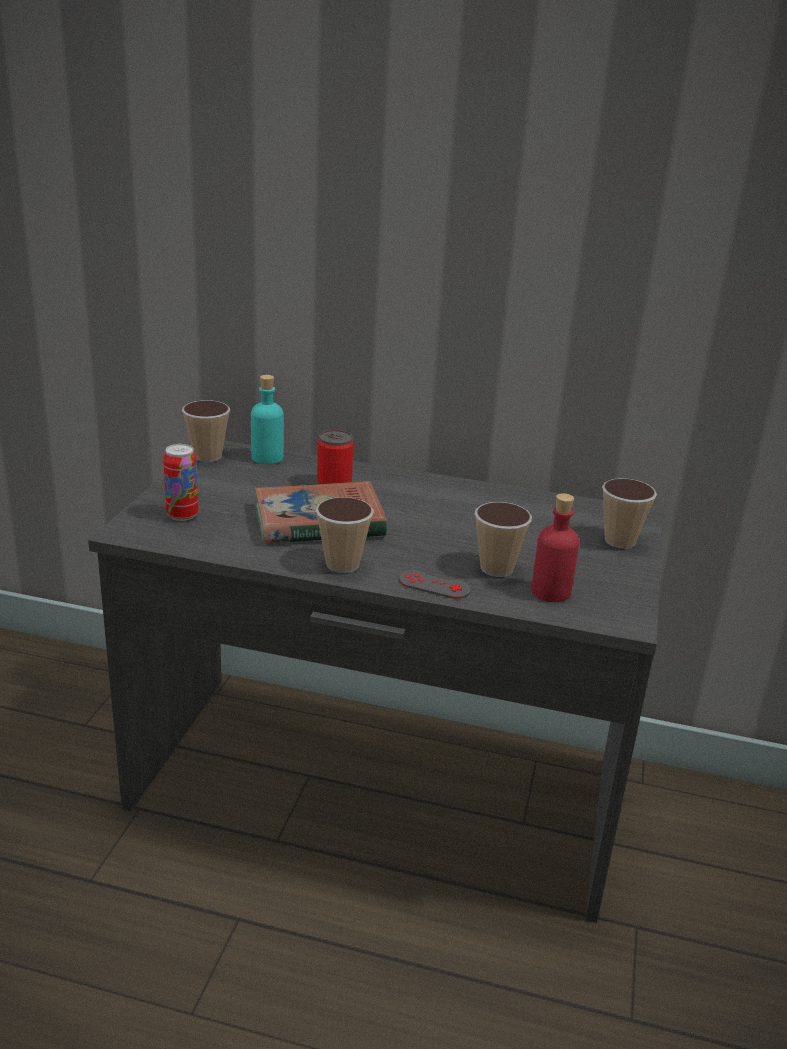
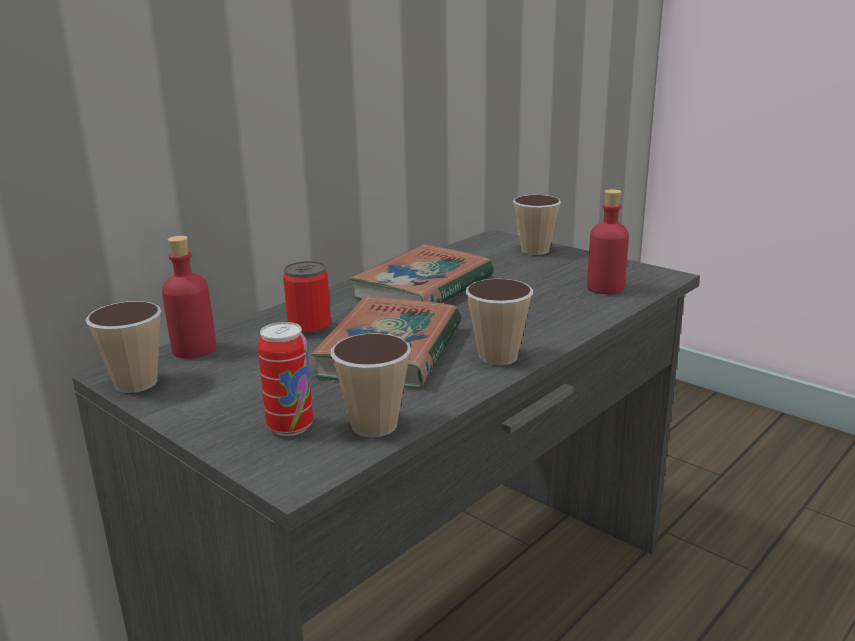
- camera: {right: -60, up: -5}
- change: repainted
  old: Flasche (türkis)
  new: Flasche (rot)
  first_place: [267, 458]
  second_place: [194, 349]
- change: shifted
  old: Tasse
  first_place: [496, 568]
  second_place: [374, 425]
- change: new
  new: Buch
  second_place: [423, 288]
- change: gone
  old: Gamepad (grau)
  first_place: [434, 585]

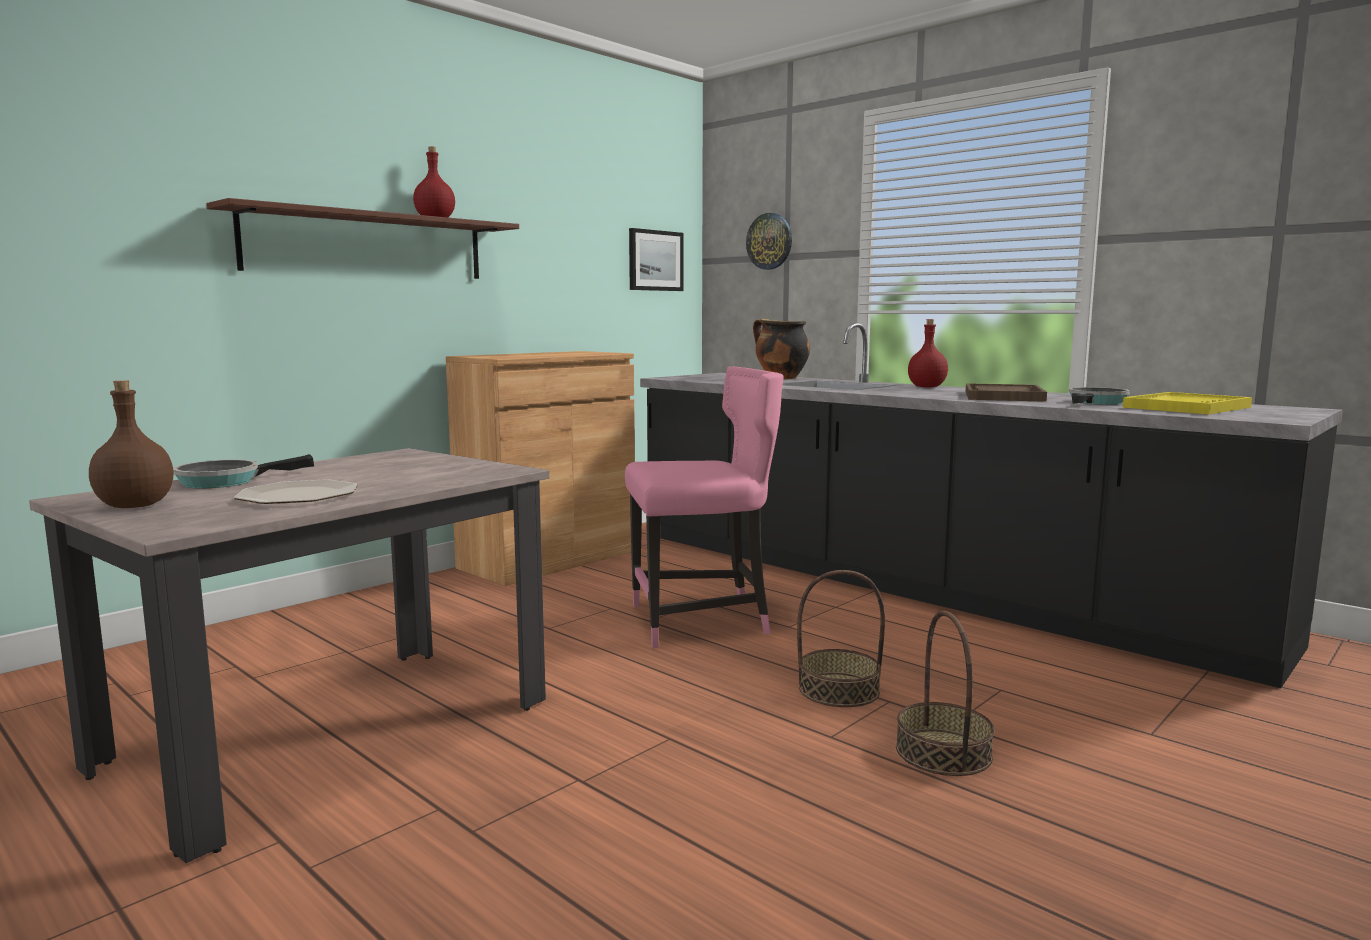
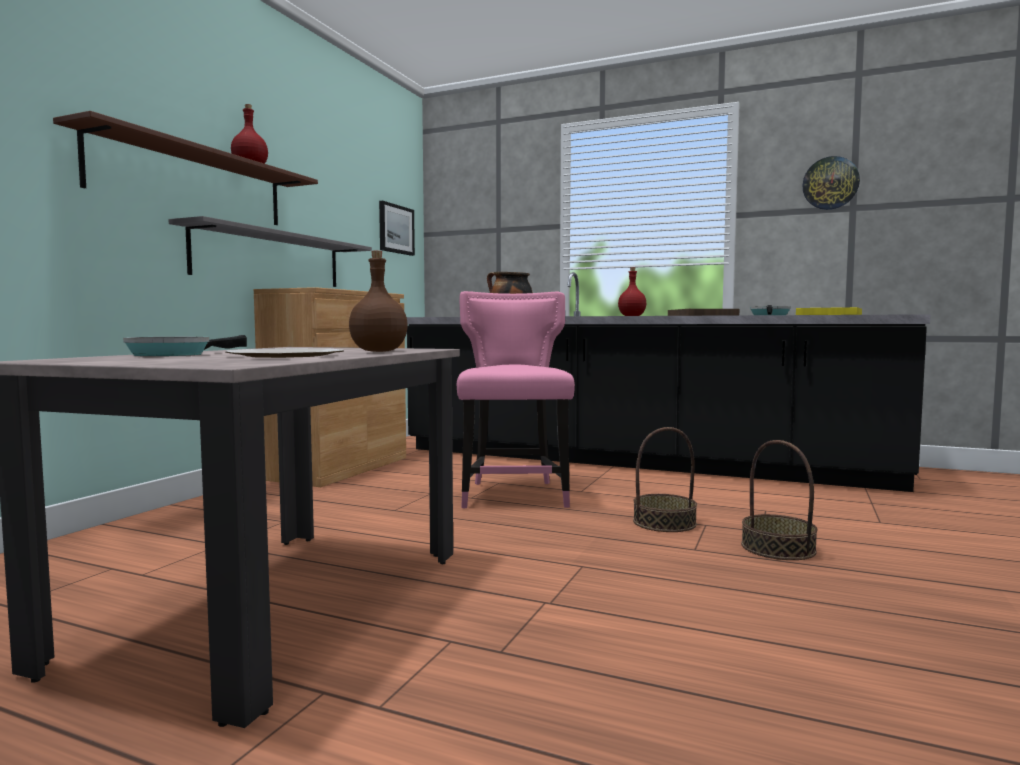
- camera: {right: -20, up: -5}
- change: new
  new: Wandregal (grau)
  second_place: [270, 259]
- change: shifted
  old: Flasche (braun)
  first_place: [134, 506]
  second_place: [377, 351]
- change: rotated
  old: Stuhl (rosa)
  first_place: [702, 621]
  second_place: [514, 494]
  degrees: -60
- change: shifted
  old: Wanduhr
  first_place: [769, 241]
  second_place: [830, 183]

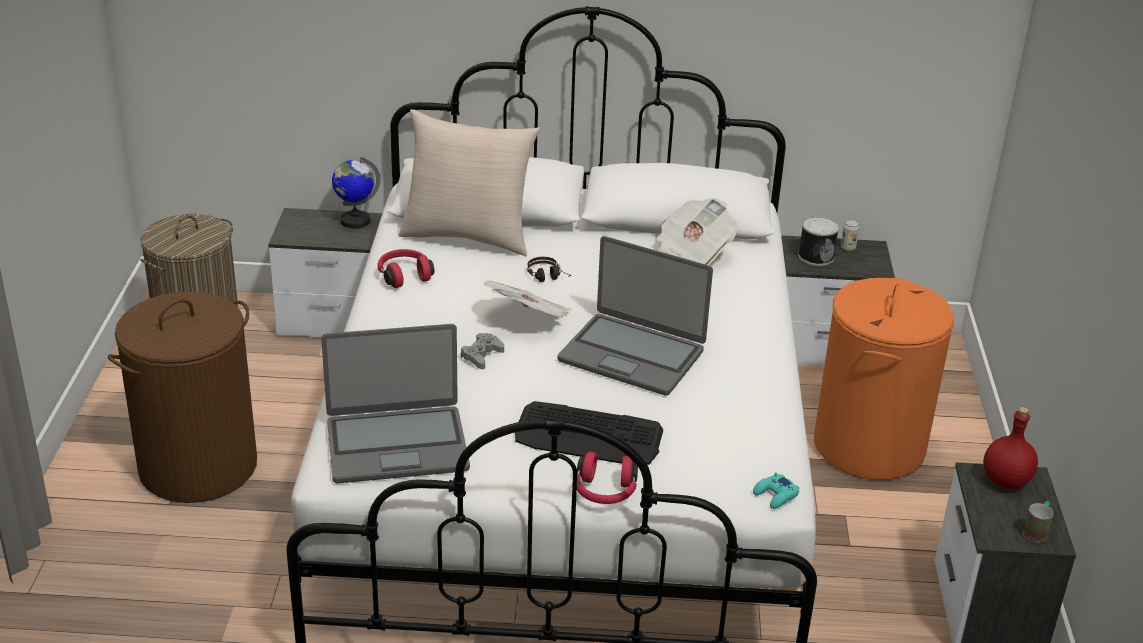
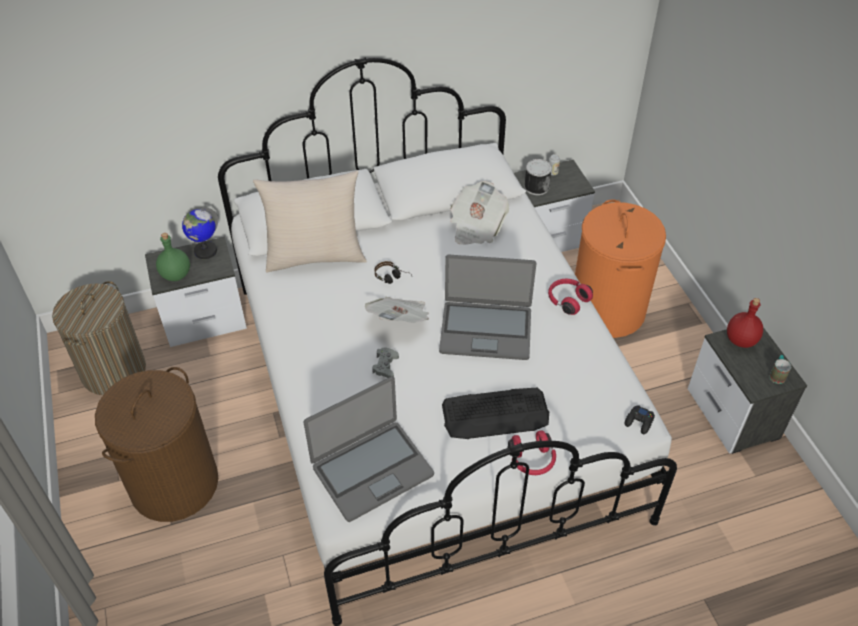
- camera: {right: -20, up: 15}
- change: new
  new: Flasche (grün)
  second_place: [176, 275]
- change: shifted
  old: Kopfhörer (rot)
  first_place: [404, 276]
  second_place: [567, 300]
- change: repainted
  old: Gamepad (türkis)
  new: Gamepad (schwarz)
  first_place: [775, 495]
  second_place: [639, 422]

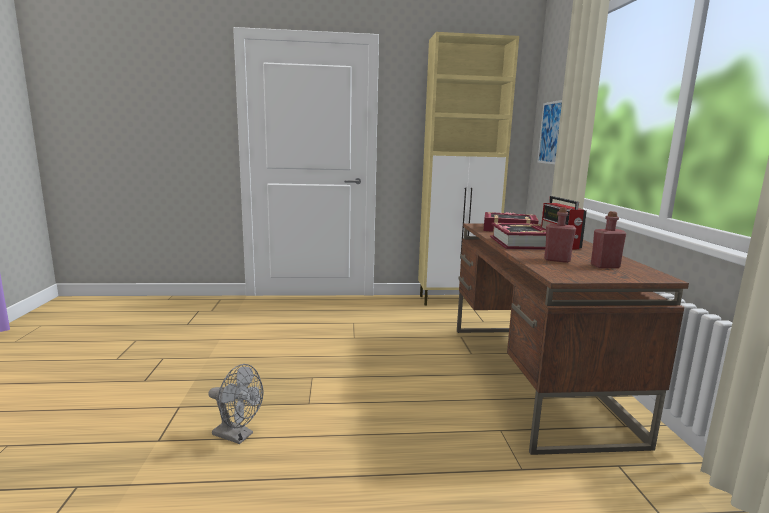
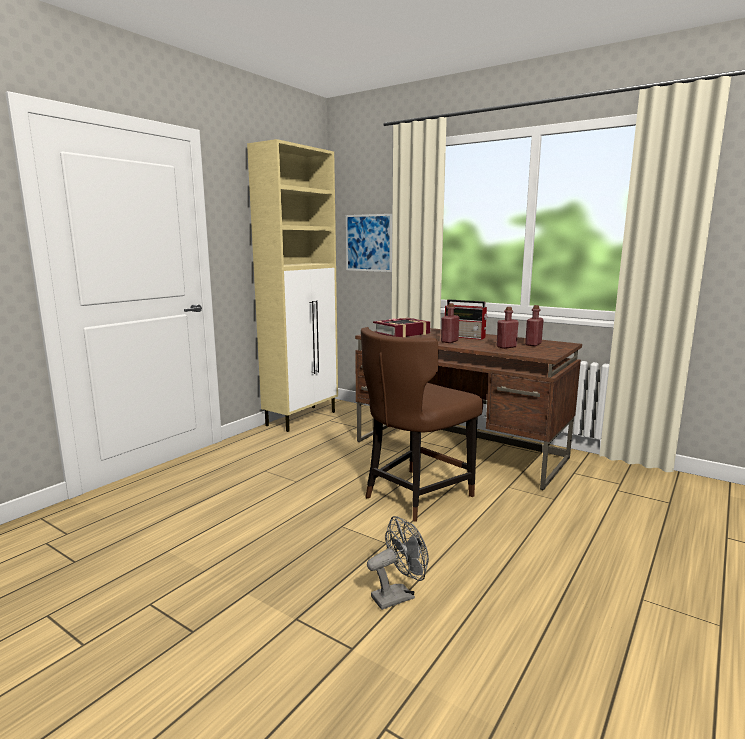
- camera: {right: -50, up: 0}
- change: new
  new: Stuhl (braun)
  second_place: [415, 496]
- change: swapped
  old: Buch
  new: Flasche (rot)
  first_place: [521, 243]
  second_place: [449, 341]

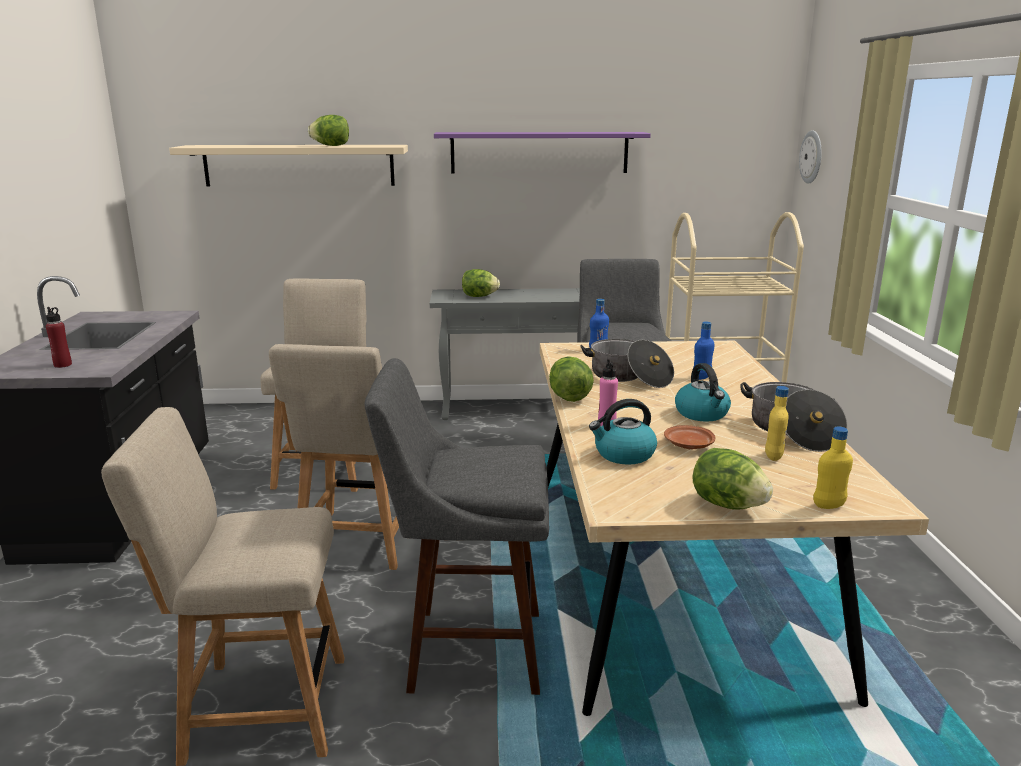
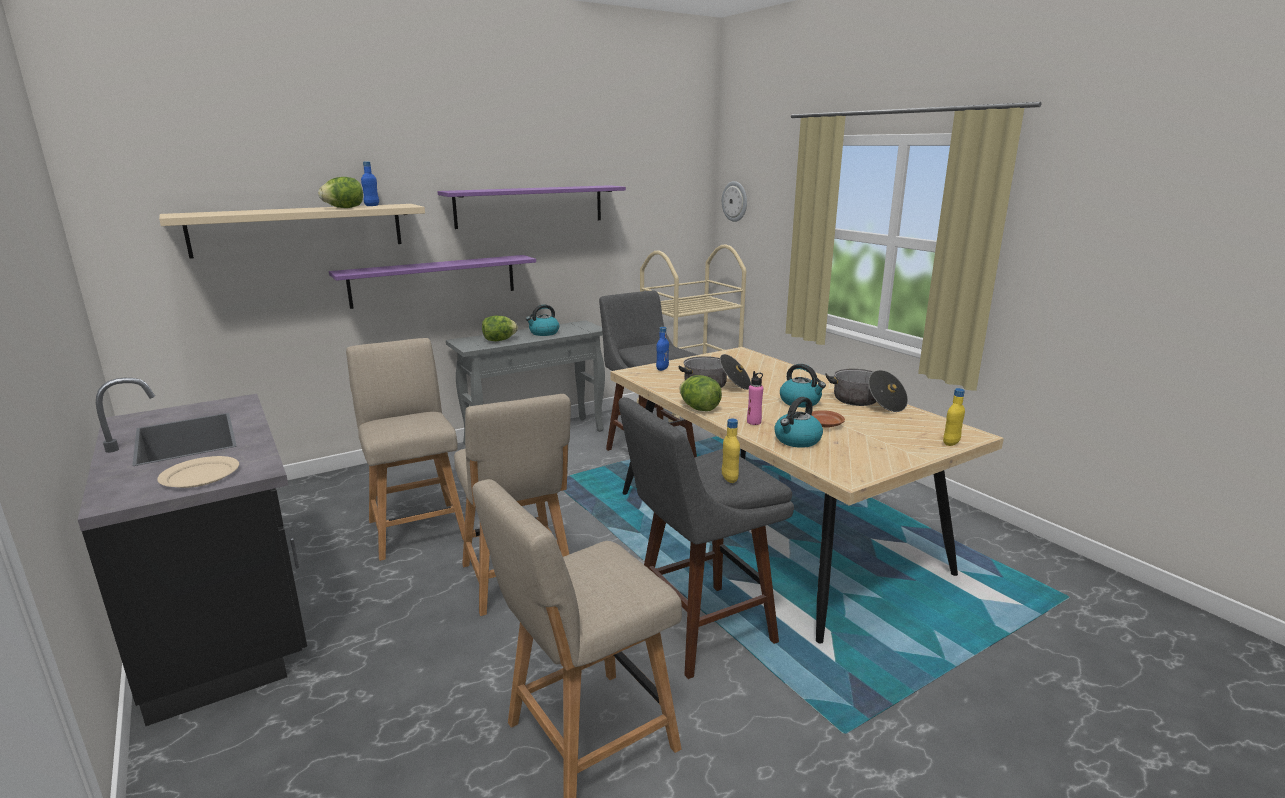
- camera: {right: -30, up: 0}
- change: swapped
  old: Flasche (rot)
  new: Teller (beige)
  first_place: [63, 365]
  second_place: [201, 475]
- change: new
  new: Wandregal (lila)
  second_place: [434, 280]
- change: shifted
  old: Flasche (blau)
  first_place: [701, 377]
  second_place: [372, 205]
- change: new
  new: Wasserkessel
  second_place: [543, 333]
- change: shifted
  old: Flasche (gelb)
  first_place: [773, 456]
  second_place: [729, 479]
- change: gone
  old: Salatkopf
  first_place: [727, 505]

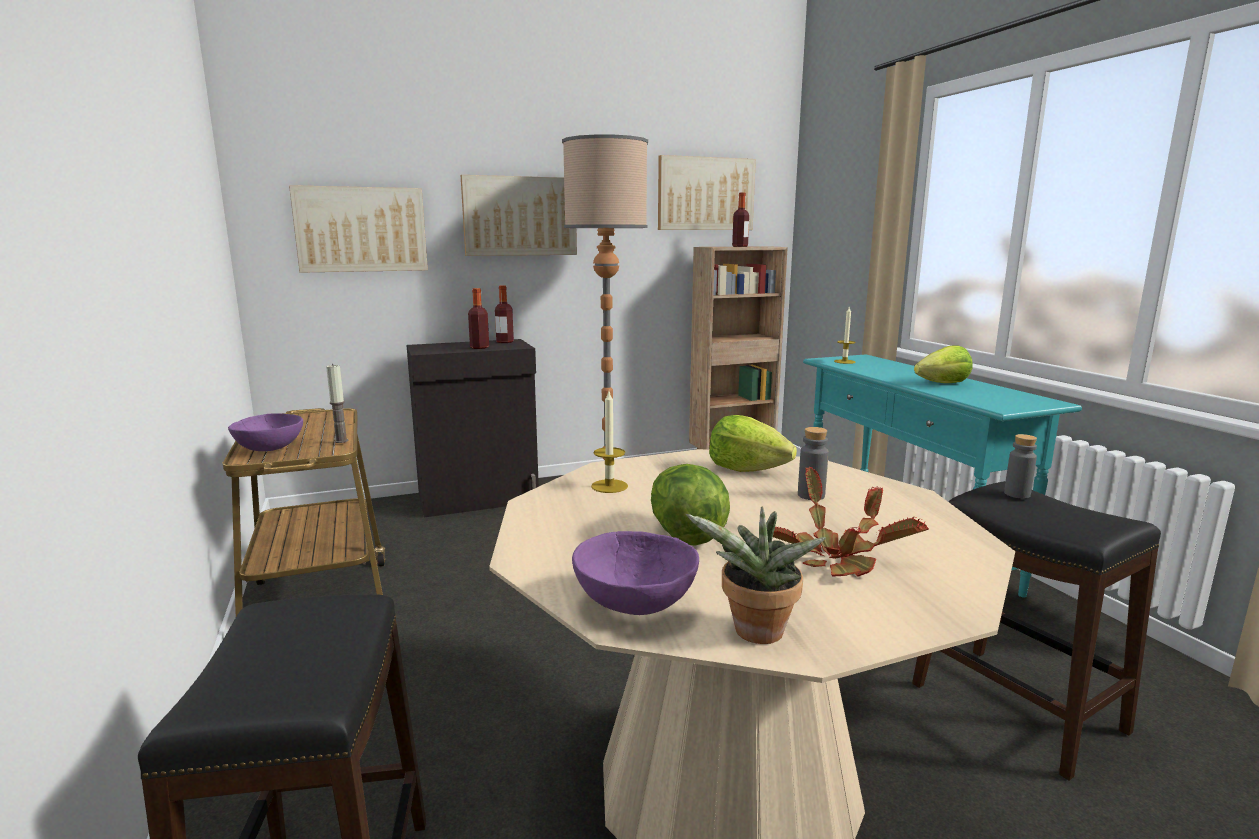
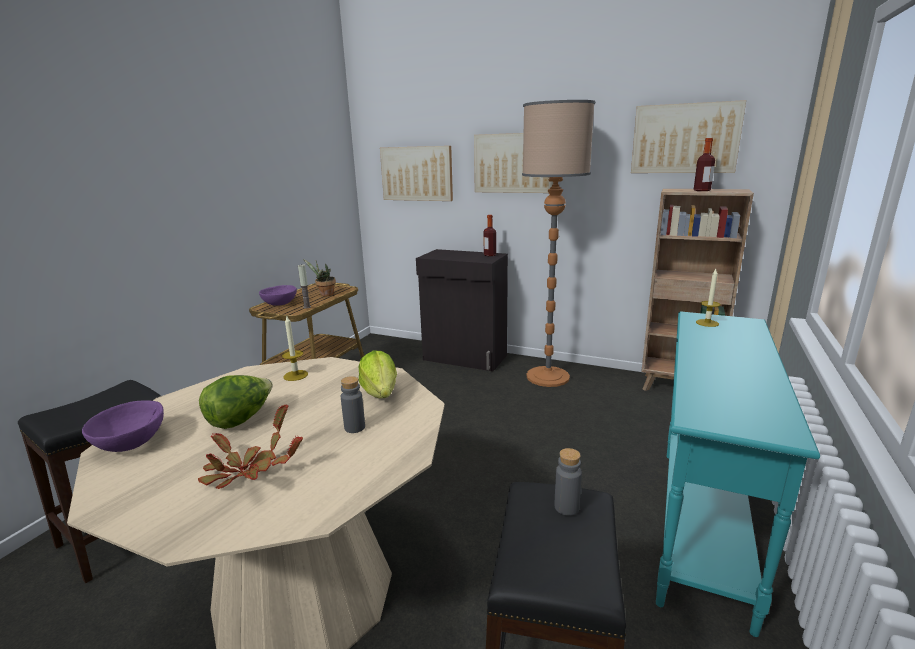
- camera: {right: 45, up: 5}
- change: shifted
  old: Topfpflanze
  first_place: [755, 635]
  second_place: [325, 295]
- change: gone
  old: Flasche
  first_place: [479, 347]
- change: gone
  old: Salatkopf
  first_place: [943, 383]

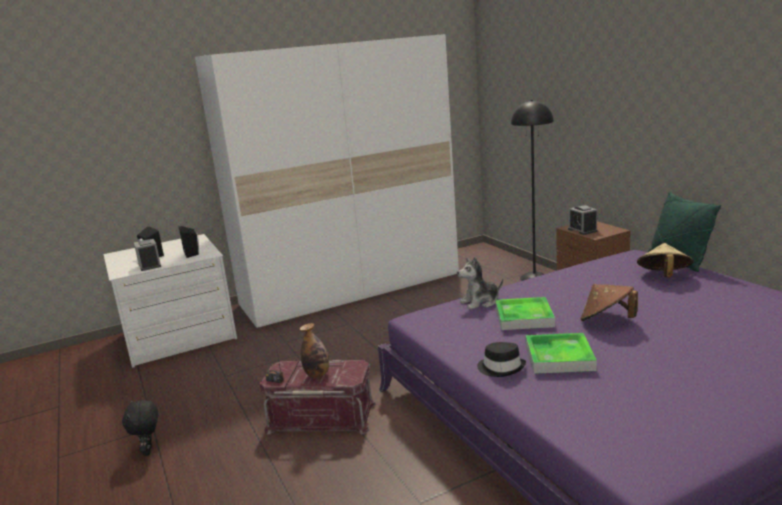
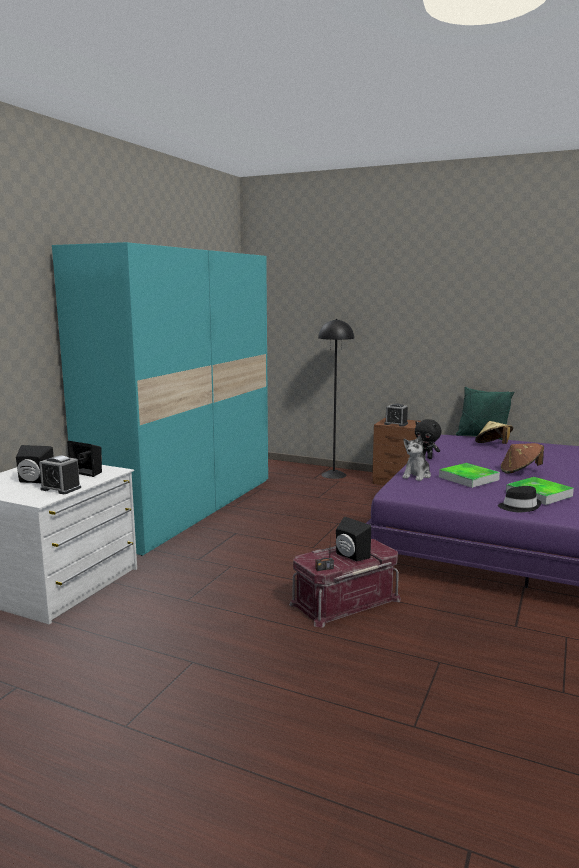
- camera: {right: -40, up: -5}
- change: repainted
  old: Kleiderschrank (weiß)
  new: Kleiderschrank (türkis)
  first_place: [351, 289]
  second_place: [185, 507]
- change: swapped
  old: Flasche
  new: Lautsprecher (schwarz)
  first_place: [317, 374]
  second_place: [350, 556]
- change: shifted
  old: Plüschtier (schwarz)
  first_place: [149, 451]
  second_place: [426, 457]

